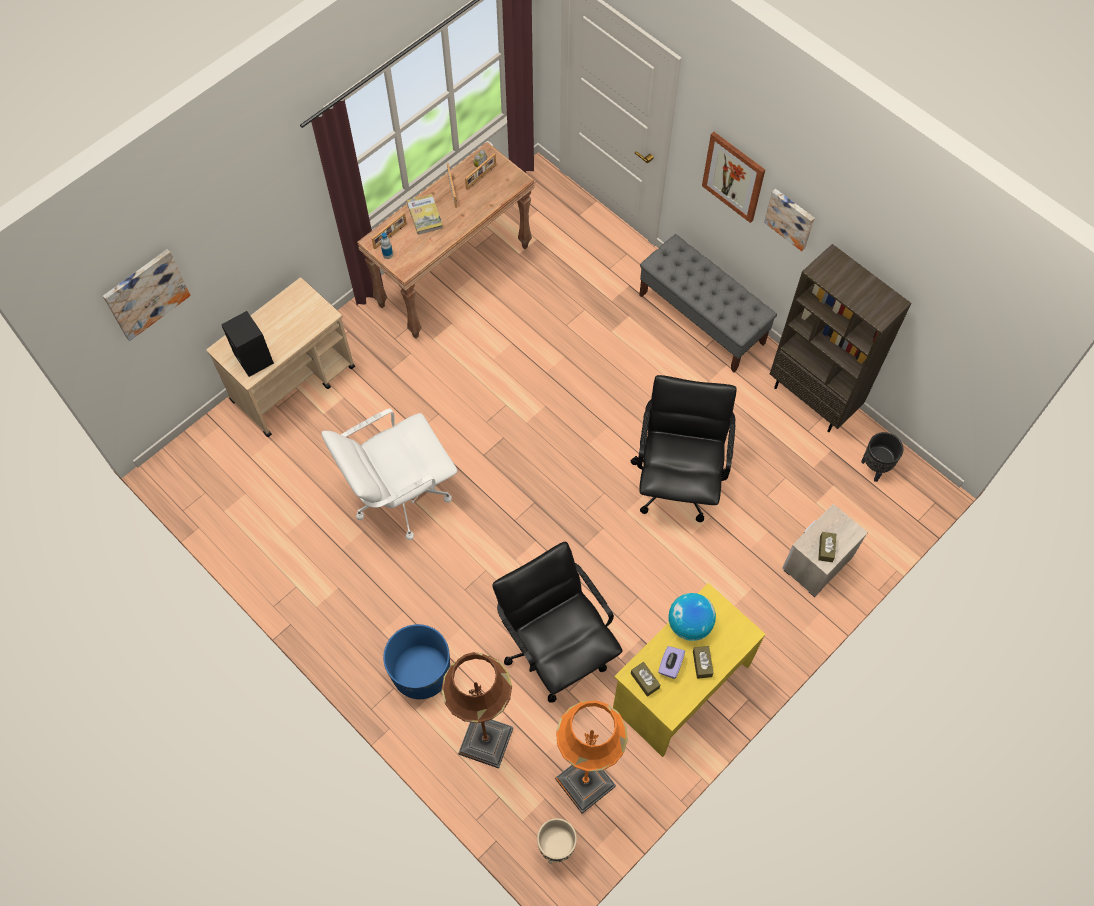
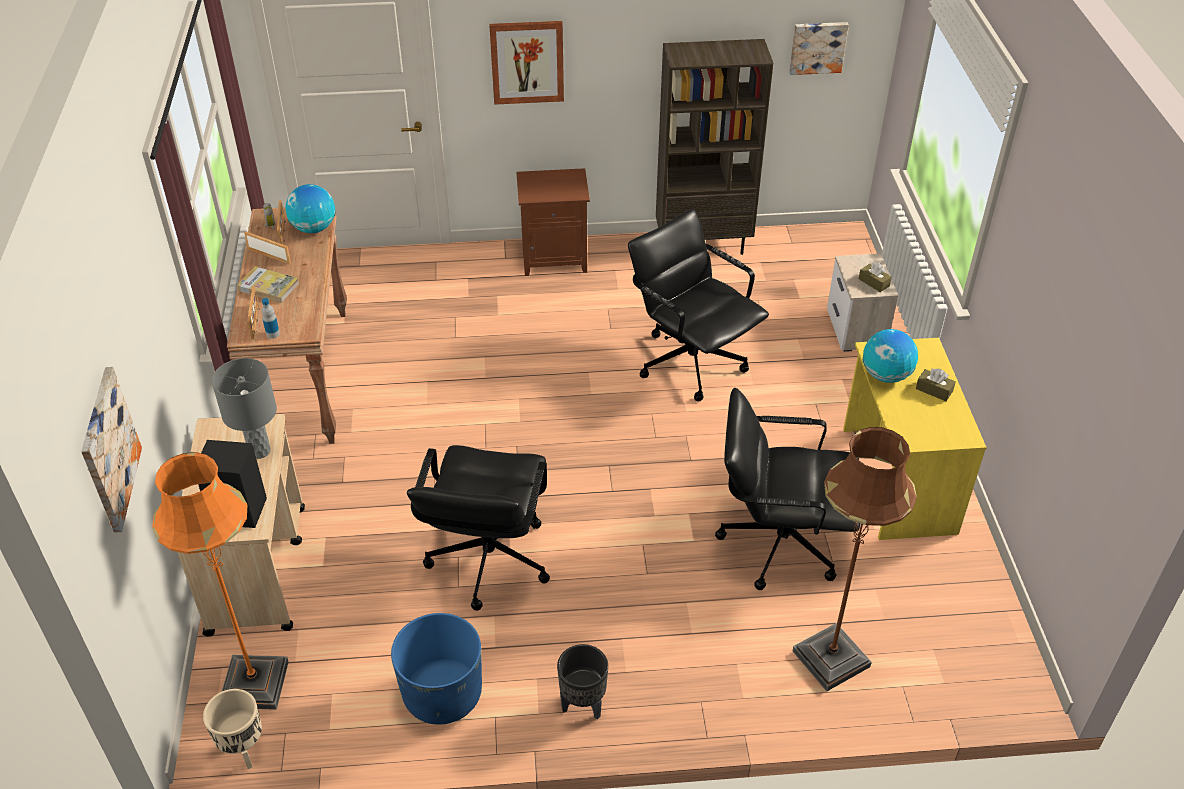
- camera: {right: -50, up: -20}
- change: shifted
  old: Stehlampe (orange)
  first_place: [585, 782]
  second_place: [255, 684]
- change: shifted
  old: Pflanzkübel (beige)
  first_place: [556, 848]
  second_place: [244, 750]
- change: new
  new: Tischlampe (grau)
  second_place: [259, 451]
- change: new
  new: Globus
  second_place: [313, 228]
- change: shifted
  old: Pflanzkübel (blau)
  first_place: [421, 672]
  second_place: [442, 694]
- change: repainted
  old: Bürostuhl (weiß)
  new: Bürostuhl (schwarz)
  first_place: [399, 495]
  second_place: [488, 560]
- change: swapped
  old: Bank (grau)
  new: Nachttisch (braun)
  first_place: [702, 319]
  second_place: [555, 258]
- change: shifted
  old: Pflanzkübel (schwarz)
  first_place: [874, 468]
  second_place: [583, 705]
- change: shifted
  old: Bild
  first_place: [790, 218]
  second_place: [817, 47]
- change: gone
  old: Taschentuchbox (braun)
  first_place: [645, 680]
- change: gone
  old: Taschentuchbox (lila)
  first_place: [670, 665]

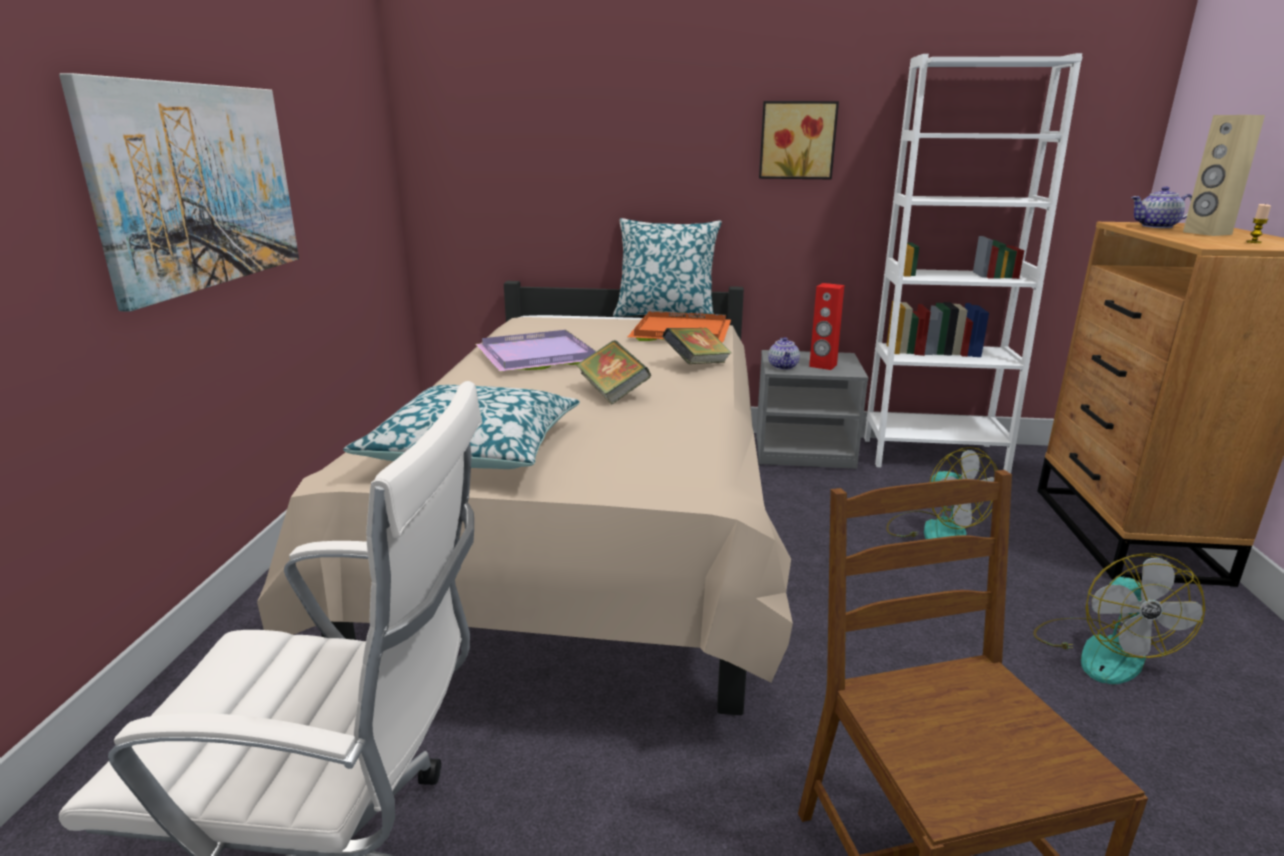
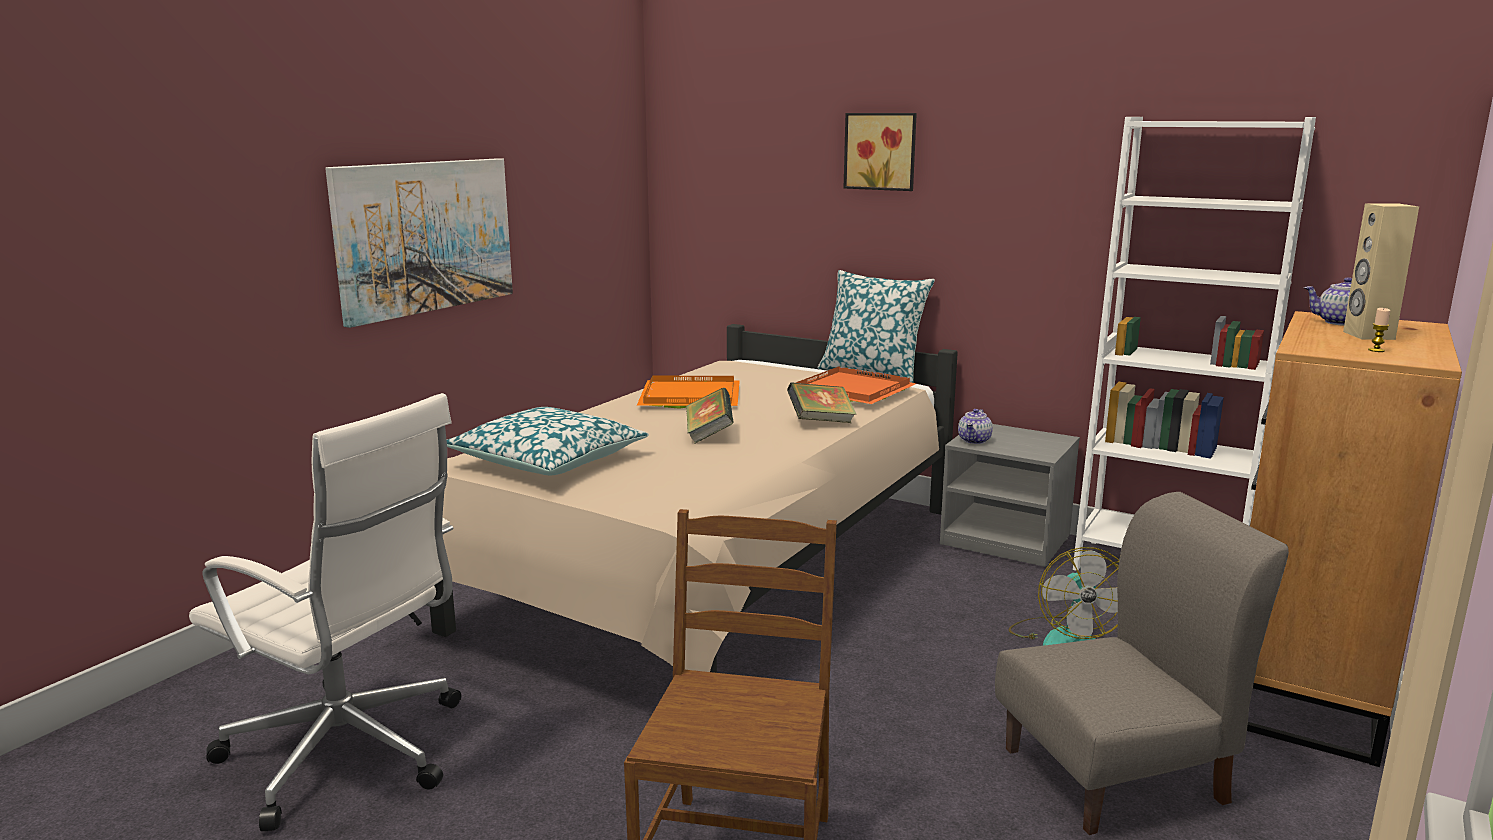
- camera: {right: 25, up: -5}
- change: repainted
  old: Tablett (lila)
  new: Tablett (orange)
  first_place: [535, 355]
  second_place: [688, 396]
- change: shifted
  old: Bild
  first_place: [797, 140]
  second_place: [881, 151]
- change: swapped
  old: Ventilator
  new: Stuhl (grau)
  first_place: [1102, 650]
  second_place: [1116, 775]
- change: gone
  old: Lautsprecher (rot)
  first_place: [823, 365]

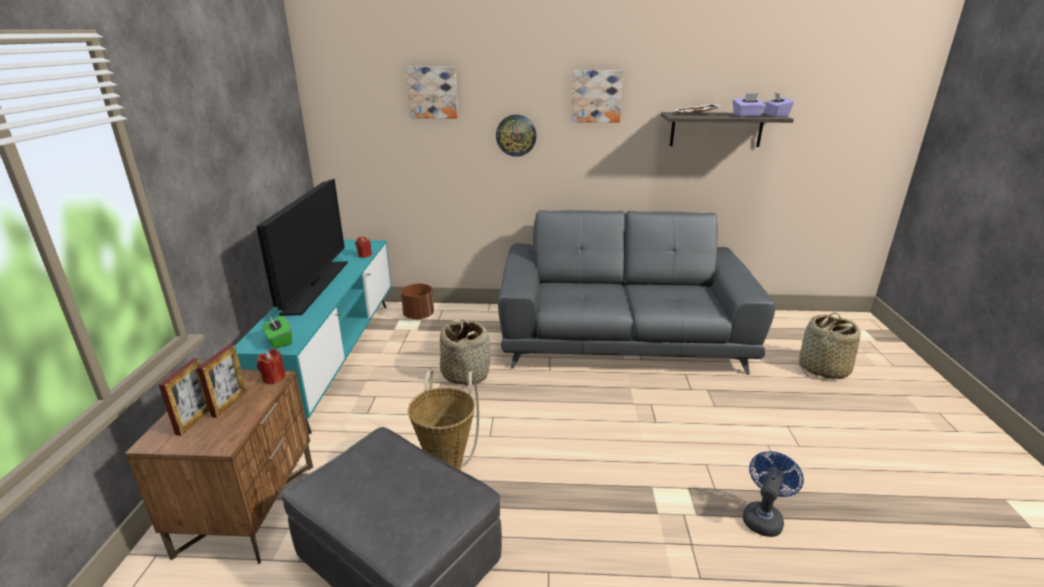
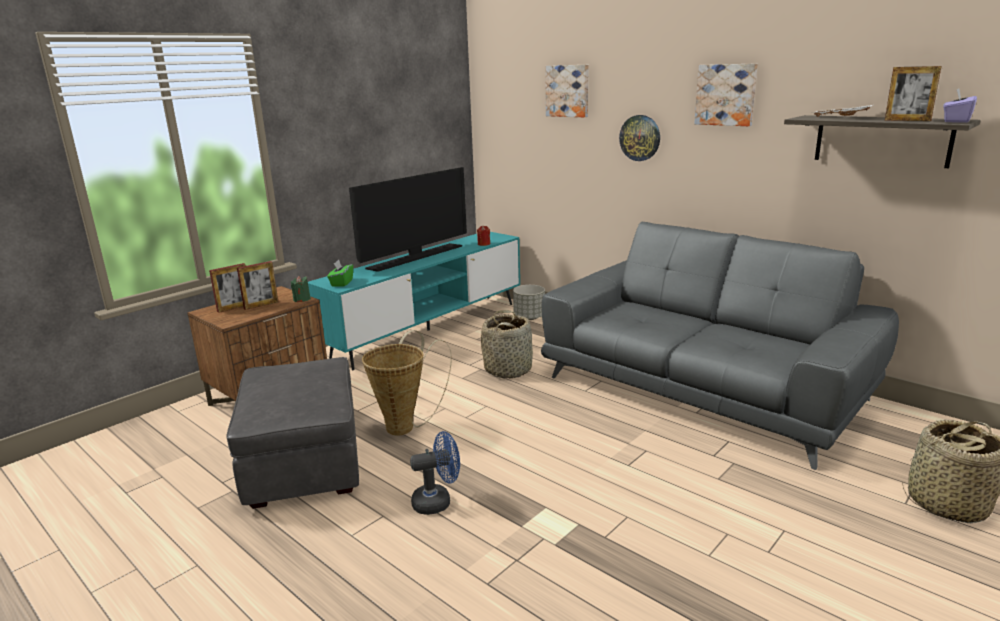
- camera: {right: 40, up: -5}
- change: repainted
  old: Kerze (rot)
  new: Kerze (grün)
  first_place: [273, 378]
  second_place: [302, 299]
- change: shifted
  old: Ventilator (blau)
  first_place: [763, 517]
  second_place: [438, 501]
- change: repainted
  old: Pflanzkübel (braun)
  new: Pflanzkübel (grau)
  first_place: [419, 316]
  second_place: [529, 317]
- change: swapped
  old: Taschentuchbox (lila)
  new: Bilderrahmen
  first_place: [747, 116]
  second_place: [907, 120]

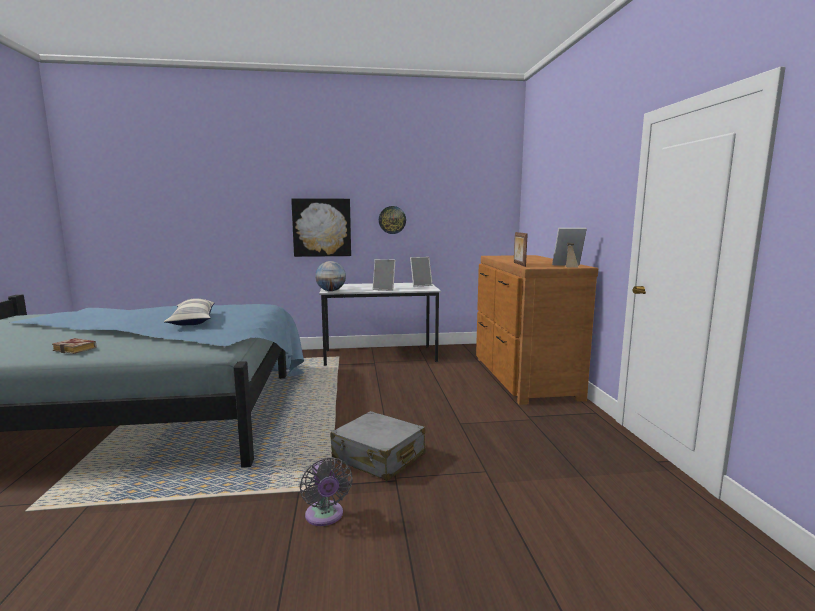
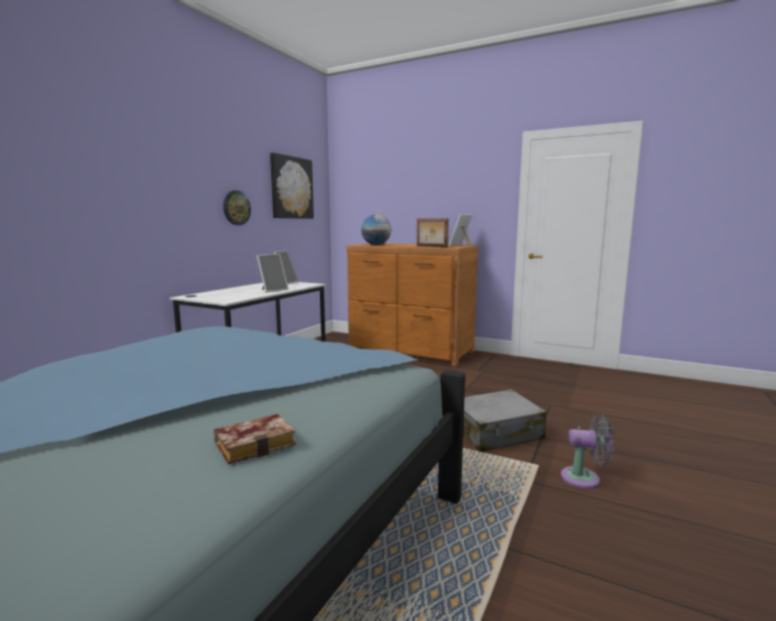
- camera: {right: -55, up: 0}
- change: shifted
  old: Bild
  first_place: [322, 227]
  second_place: [291, 188]
- change: shifted
  old: Globus
  first_place: [331, 291]
  second_place: [376, 245]
- change: gone
  old: Kissen
  first_place: [193, 321]

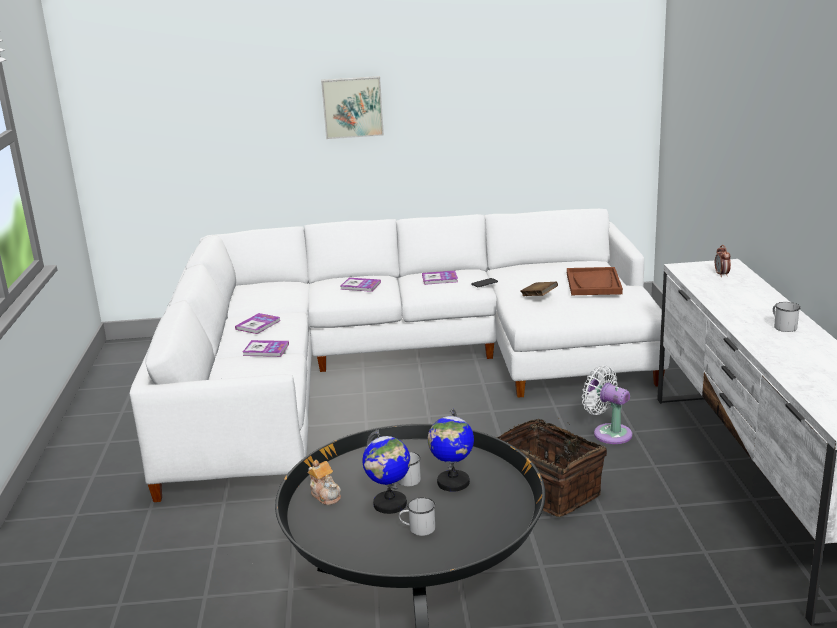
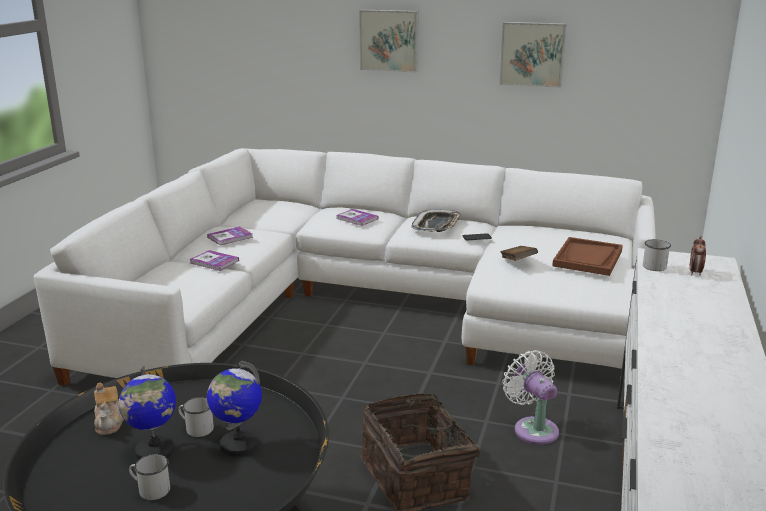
- camera: {right: 20, up: 0}
- change: swapped
  old: Buch
  new: Tablett
  first_place: [439, 279]
  second_place: [437, 225]
- change: new
  new: Bild
  second_place: [532, 54]
- change: shifted
  old: Henkelbecher (weiß)
  first_place: [782, 326]
  second_place: [653, 265]

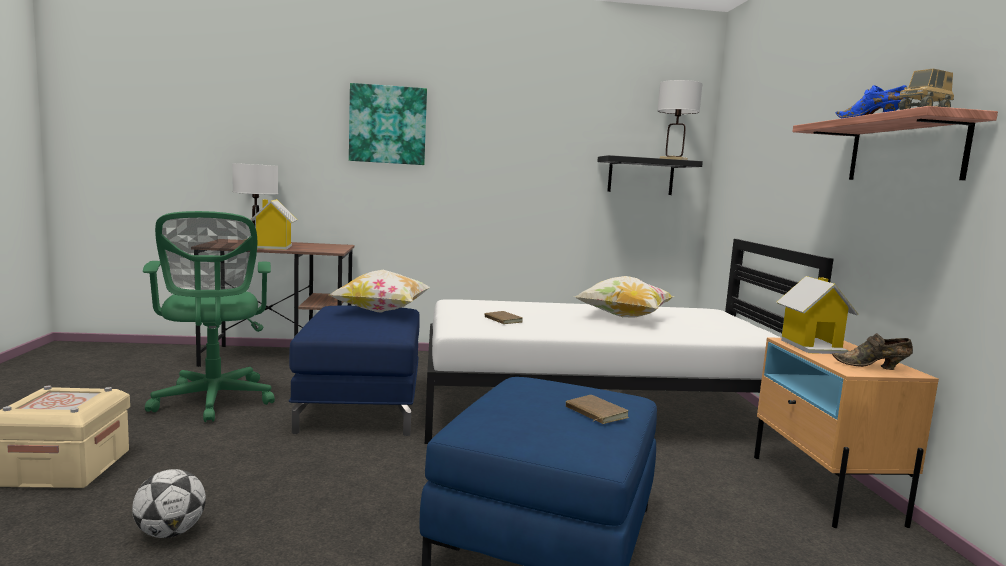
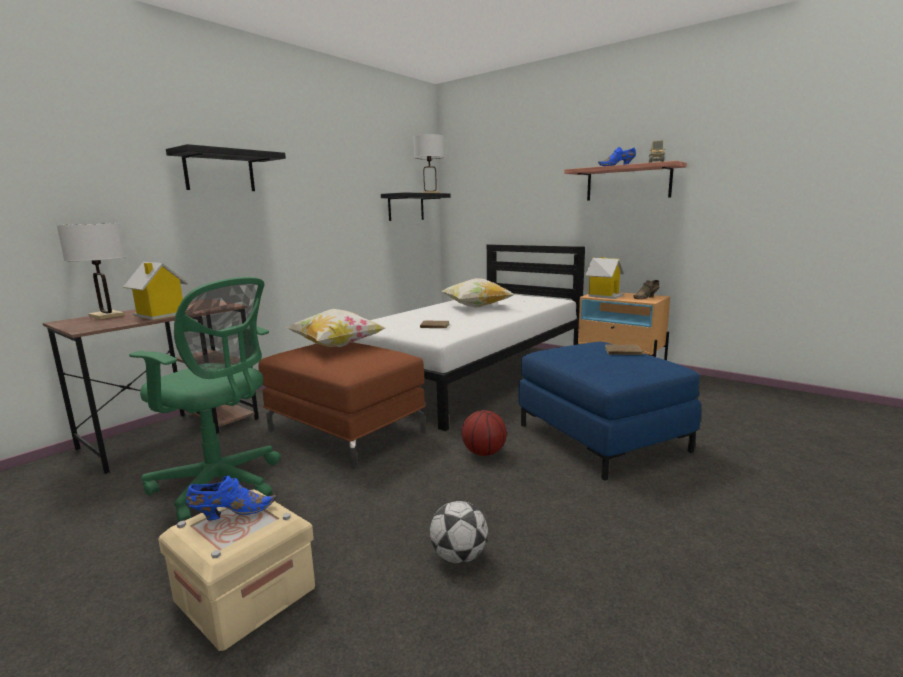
- camera: {right: -45, up: 5}
- change: swapped
  old: Bild
  new: Wandregal (schwarz)
  first_place: [388, 125]
  second_place: [219, 171]
- change: new
  new: Schuh (blau)
  second_place: [231, 513]
- change: repainted
  old: Polsterhocker (blau)
  new: Polsterhocker (braun)
  first_place: [362, 405]
  second_place: [346, 431]
- change: new
  new: Basketball
  second_place: [484, 452]

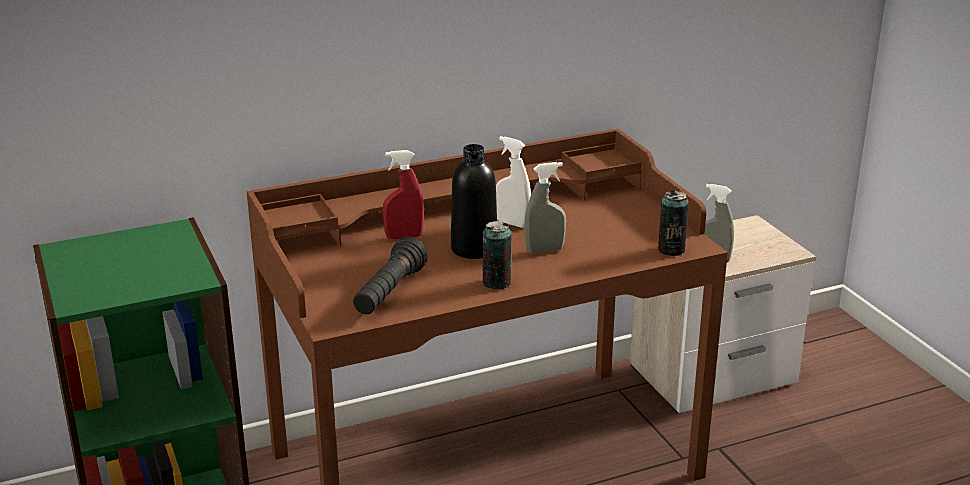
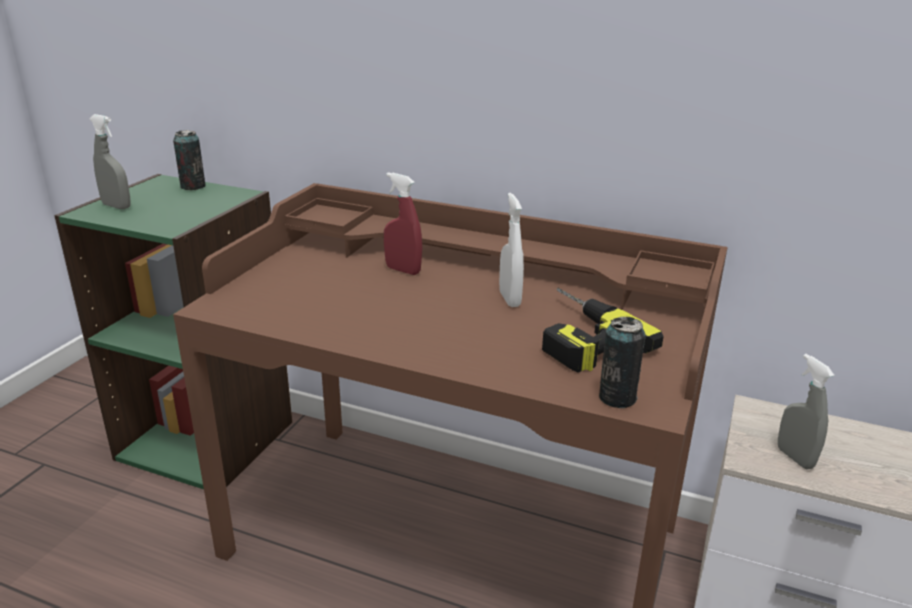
- camera: {right: 45, up: 0}
- change: shifted
  old: Sprühflasche (grau)
  first_place: [544, 251]
  second_place: [116, 206]
- change: shifted
  old: Dose
  first_place: [496, 283]
  second_place: [193, 186]
- change: new
  new: Bohrmaschine
  second_place: [576, 335]
- change: gone
  old: Taschenlampe (schwarz)
  first_place: [389, 293]
- change: gone
  old: Flasche (schwarz)
  first_place: [474, 249]

